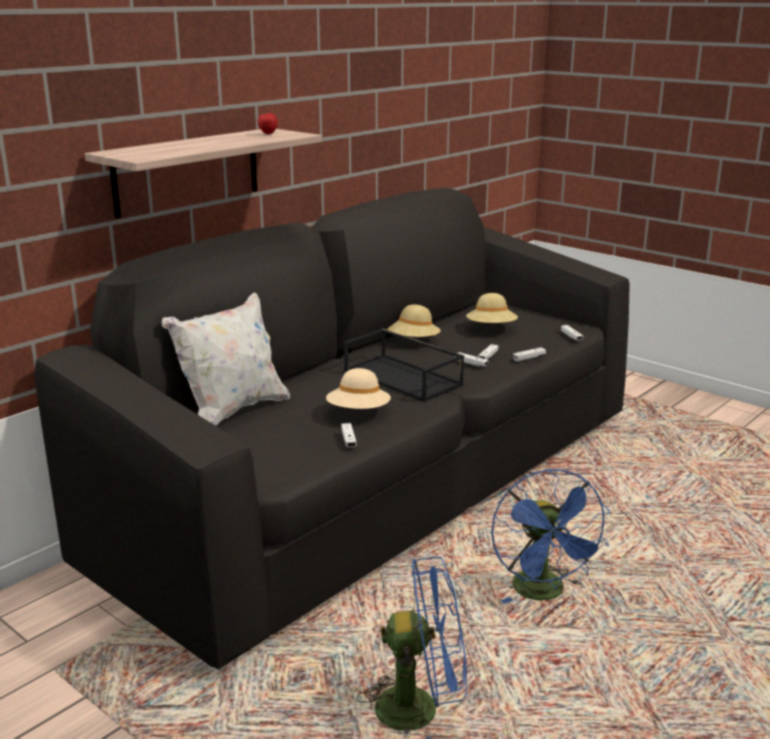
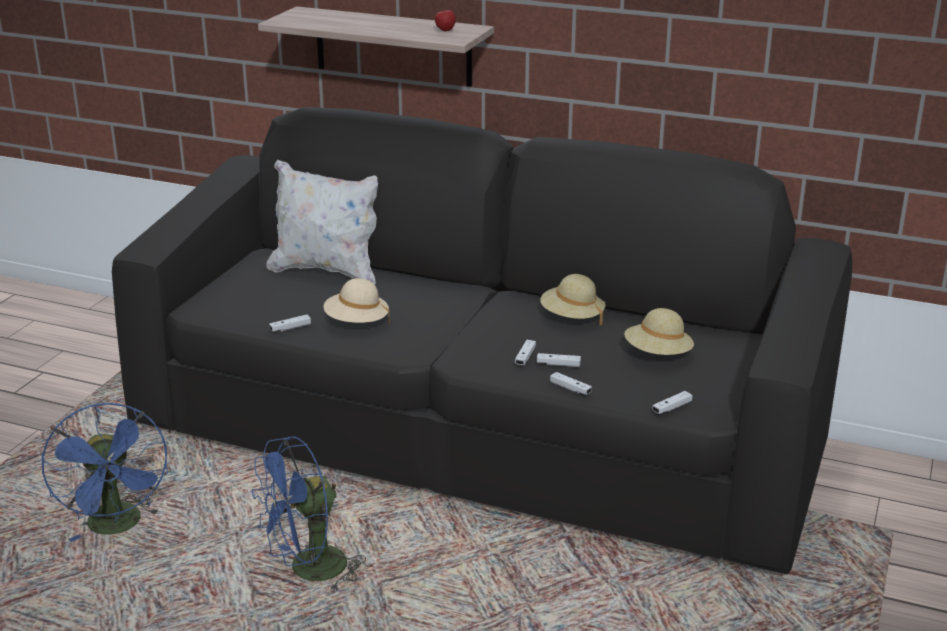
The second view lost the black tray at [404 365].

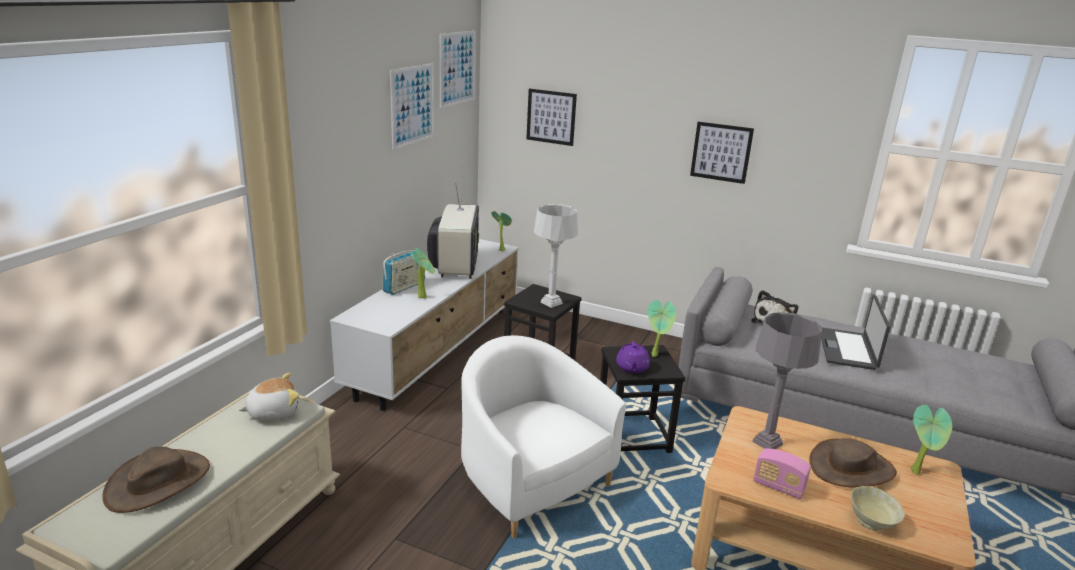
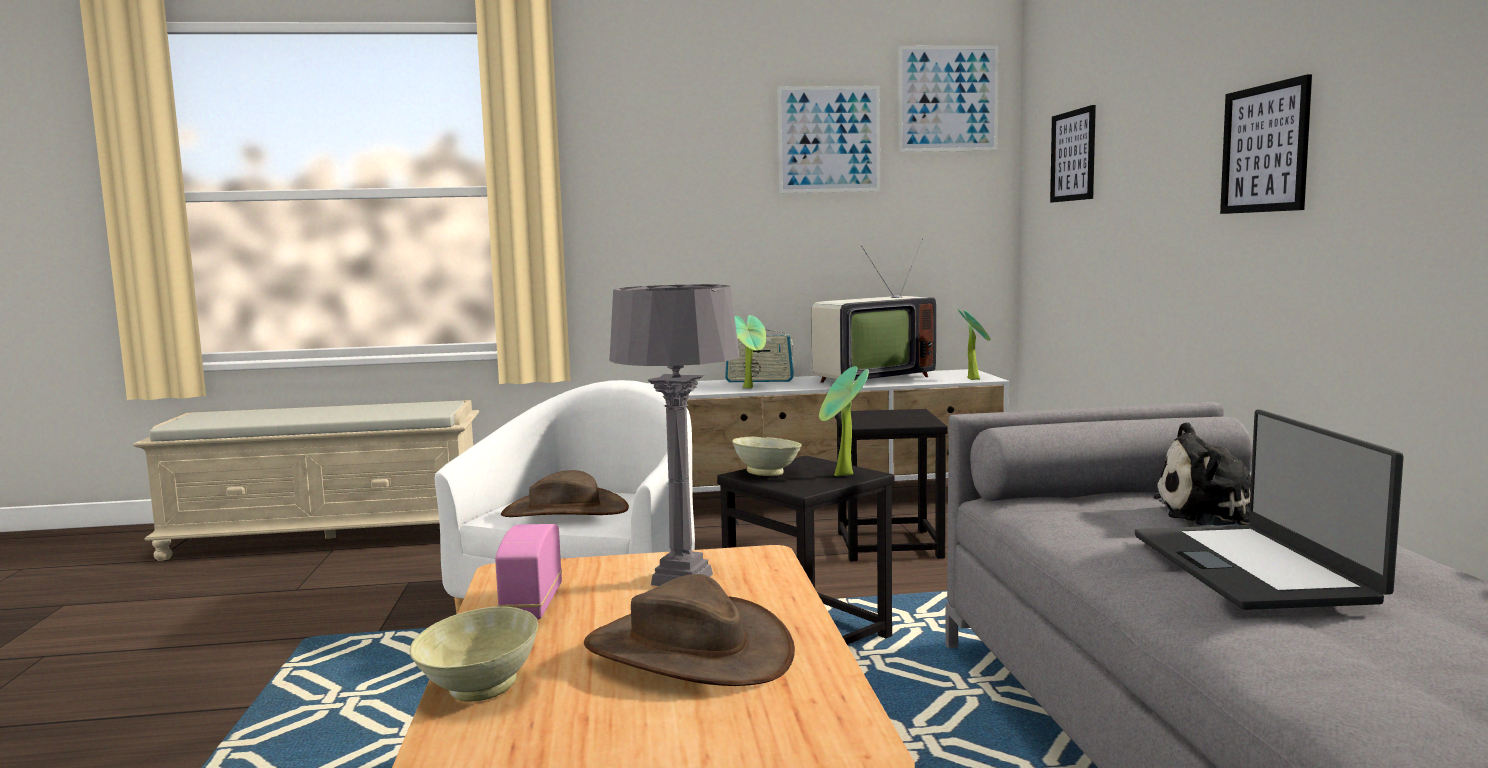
The brown hat ended up elsewhere, having gone from [156 479] to [565 493]. Where the purple teapot stood at [633 357], the beige bowl came to stand at [767 456]. The laptop at [855 332] ended up facing another way, 75 degrees counterclockwise from before. The second view lost the plush toy at [269 397]. The second view lost the grey table lamp at [556 256]. The second view lost the potted plant at [931 440].

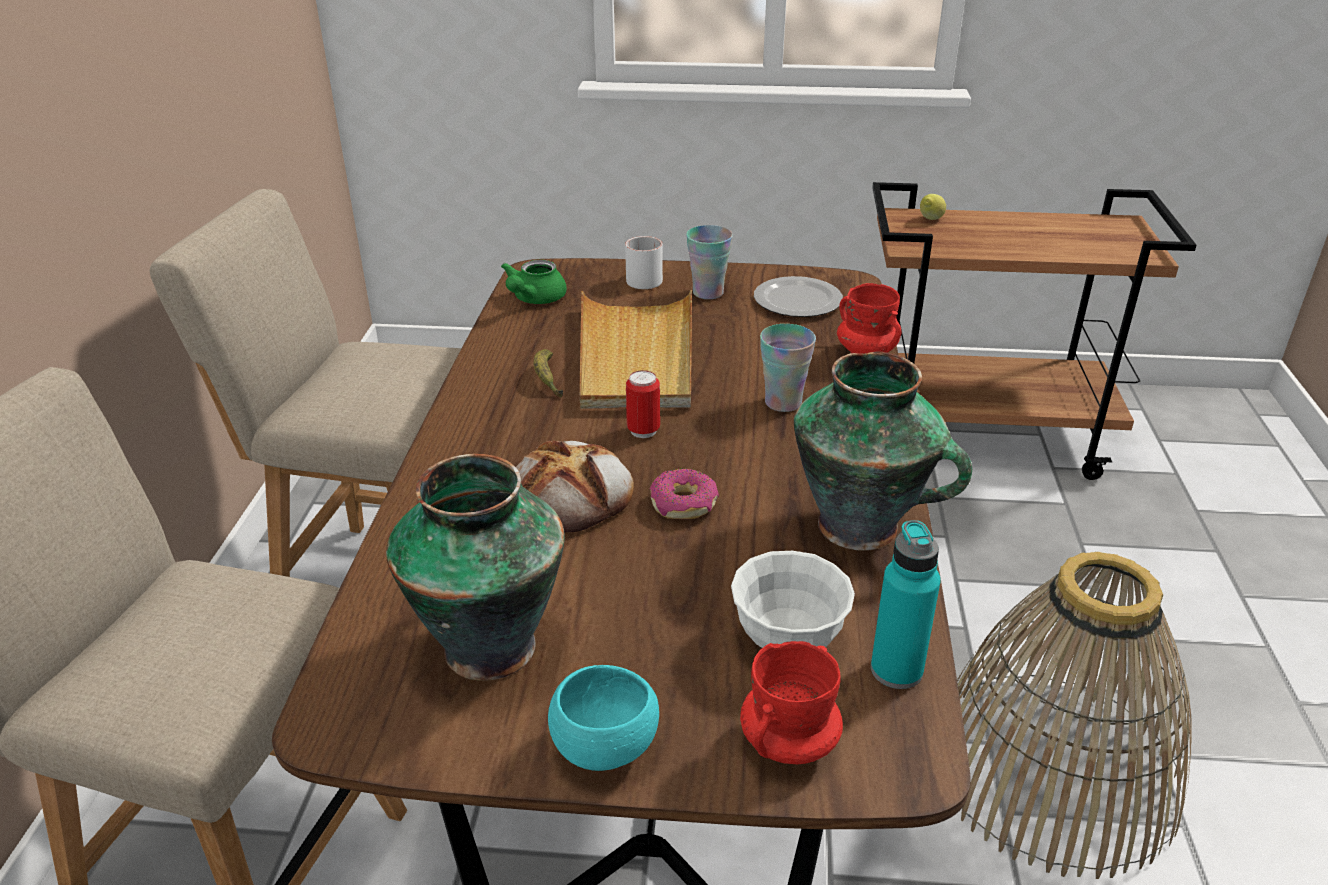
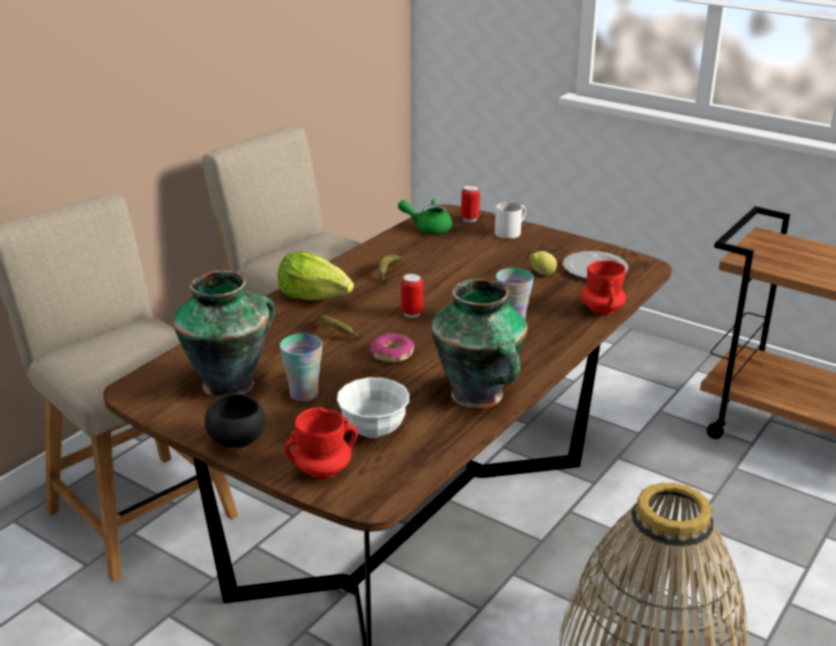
What was the turquoise bowl at [603 718] turned into the black bowl at [235 421]. The second view gained the lettuce at [316 275]. The cup ended up elsewhere, having gone from [709 262] to [301 367]. Where the bread stood at [575 486], the banana came to stand at [341 327]. The green teapot at [534 282] ended up facing another way, 45 degrees clockwise from before. The second view gained the can at [470 203]. The lemon ended up elsewhere, having gone from [933 207] to [543 263]. The second view lost the beige tray at [635 349]. The second view lost the turquoise bottle at [906 604].

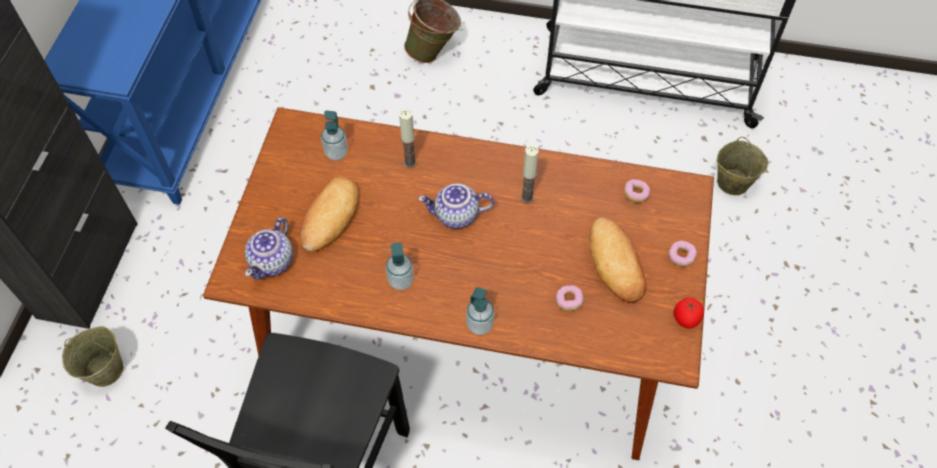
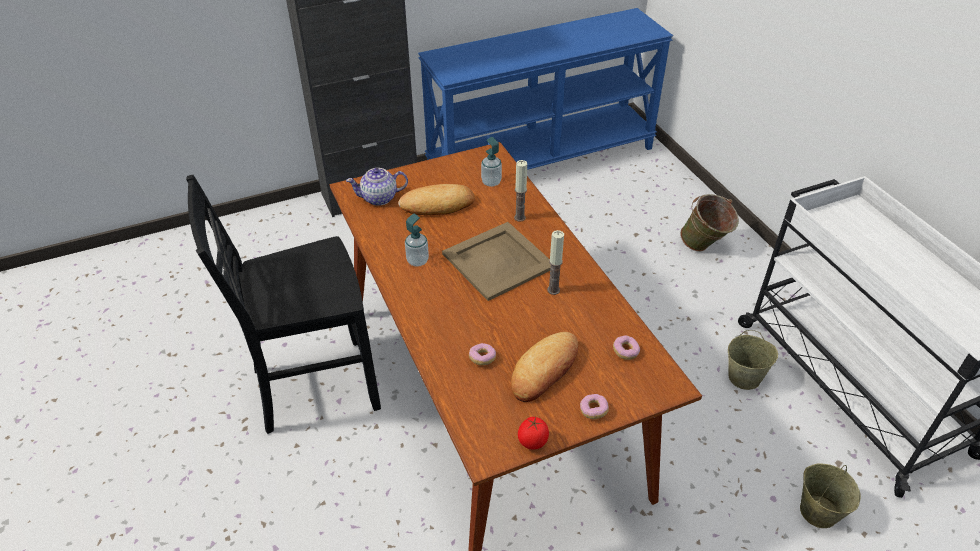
Where the teapot stood at [456 206], the beige tray came to stand at [496 261]. The beige bucket ended up elsewhere, having gone from [93 356] to [753 360]. The second view lost the soap dispenser at [480 311].

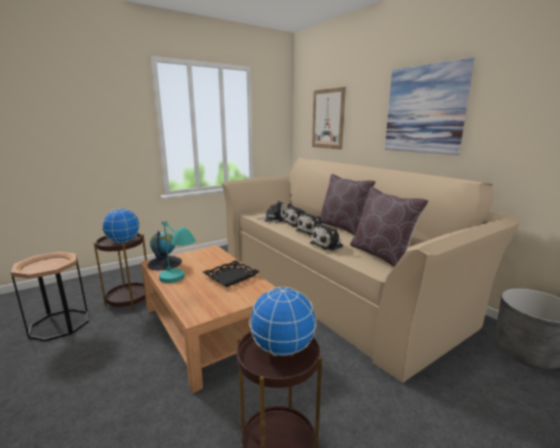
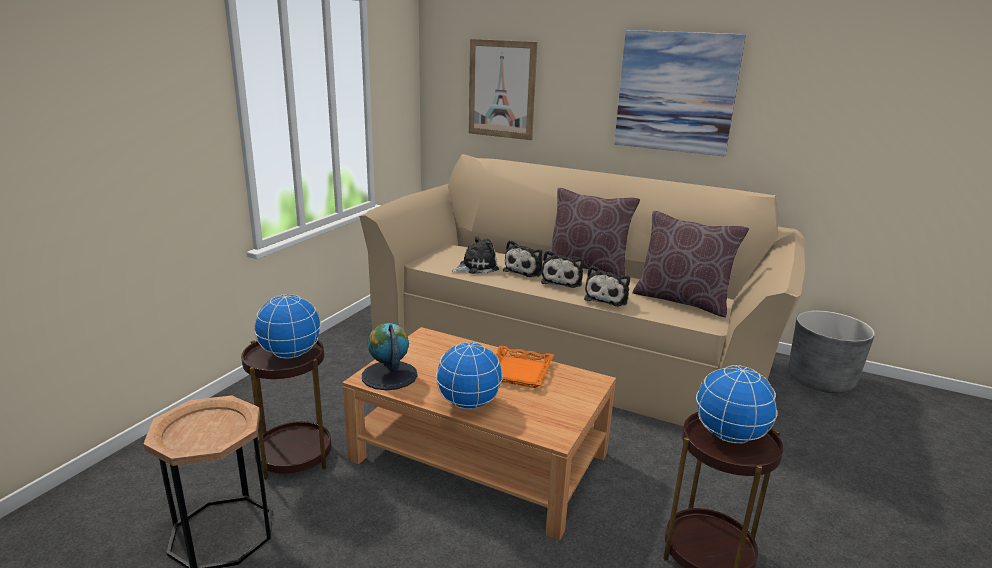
Where the turquoise table lamp stood at [177 252], the globe came to stand at [469 375]. What was the black tray at [231 273] turned into the orange tray at [524 367].

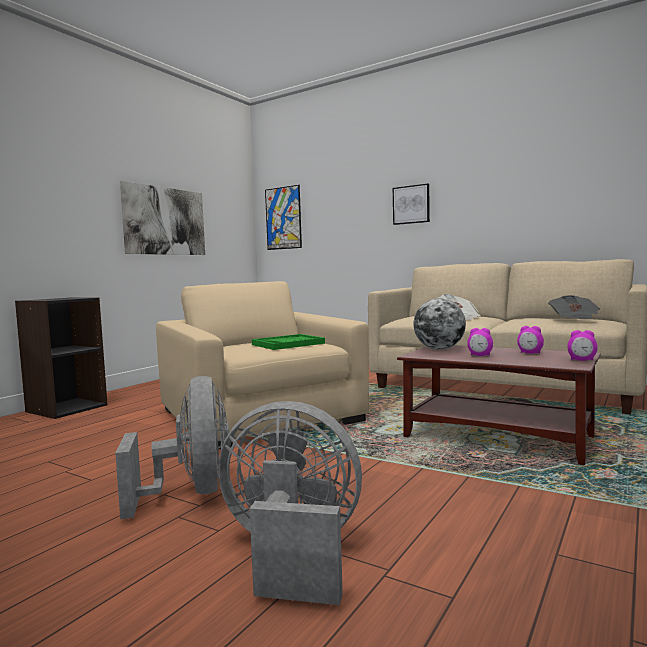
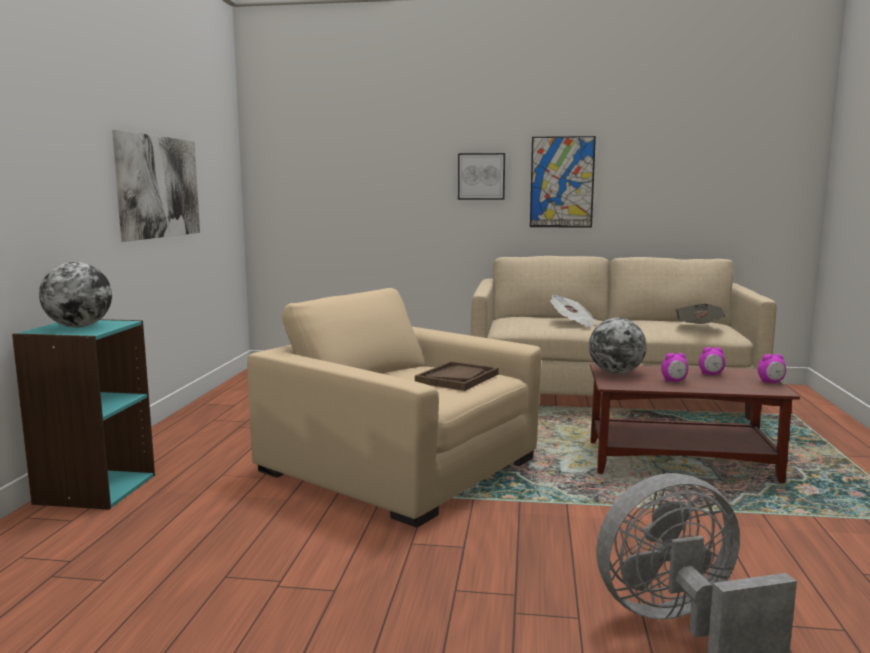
What was the black bookcase at [61 358] turned into the turquoise bookcase at [83 414]. The second view gained the globe at [75 294]. What was the green tray at [288 342] turned into the brown tray at [456 376]. The picture ended up elsewhere, having gone from [283 217] to [563 182]. The second view lost the grey fan at [172 447].

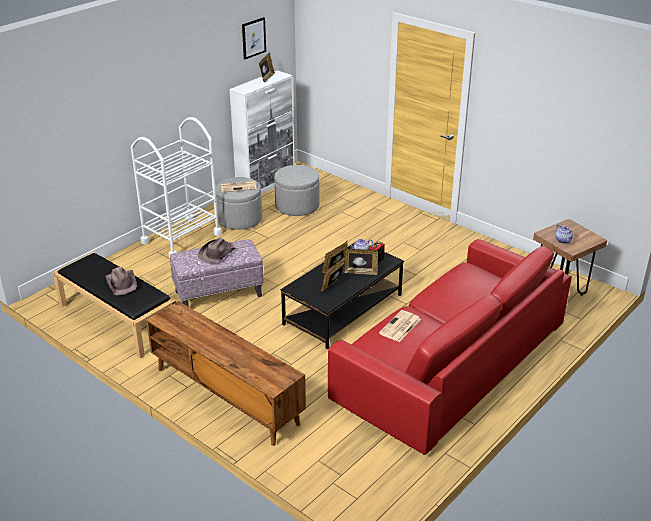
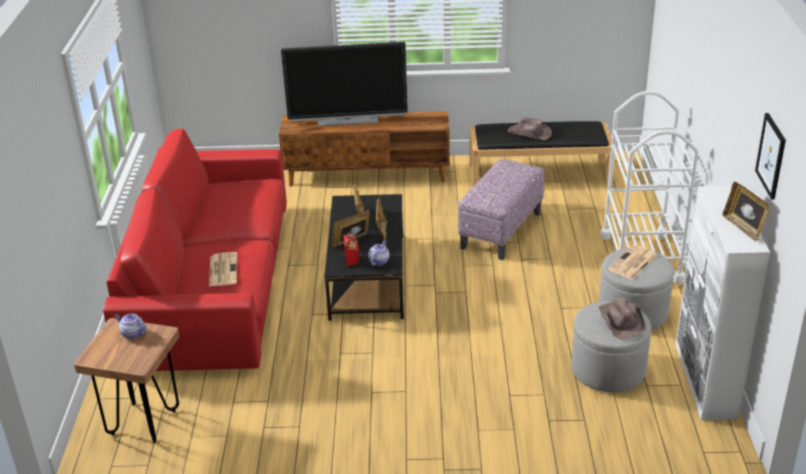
The newspaper ended up elsewhere, having gone from [400 326] to [223 269]. The second view gained the television at [344 84]. The brown hat ended up elsewhere, having gone from [217 250] to [622 318].

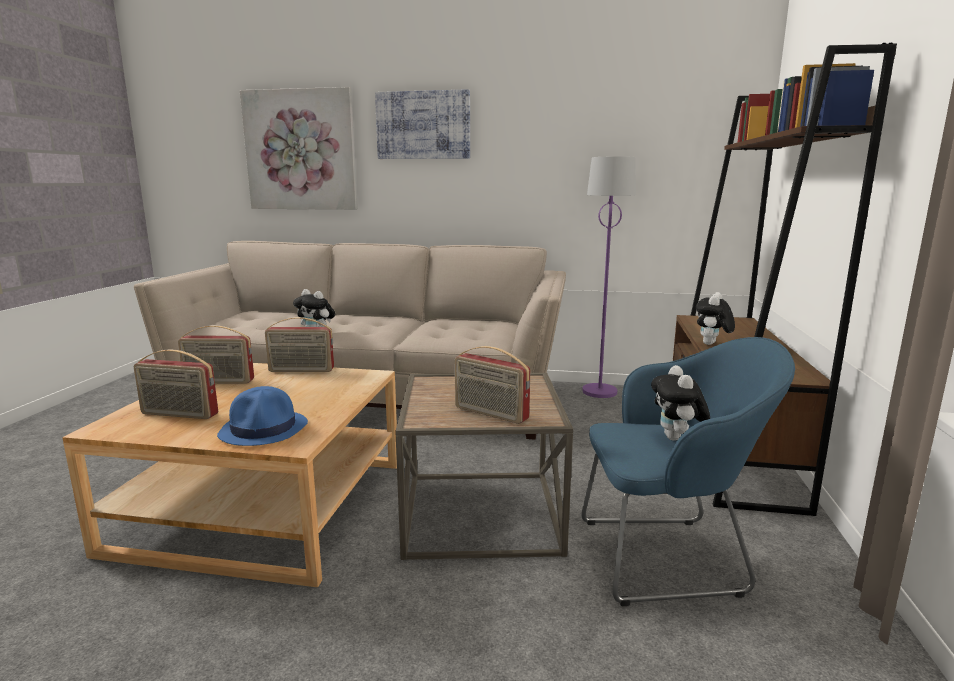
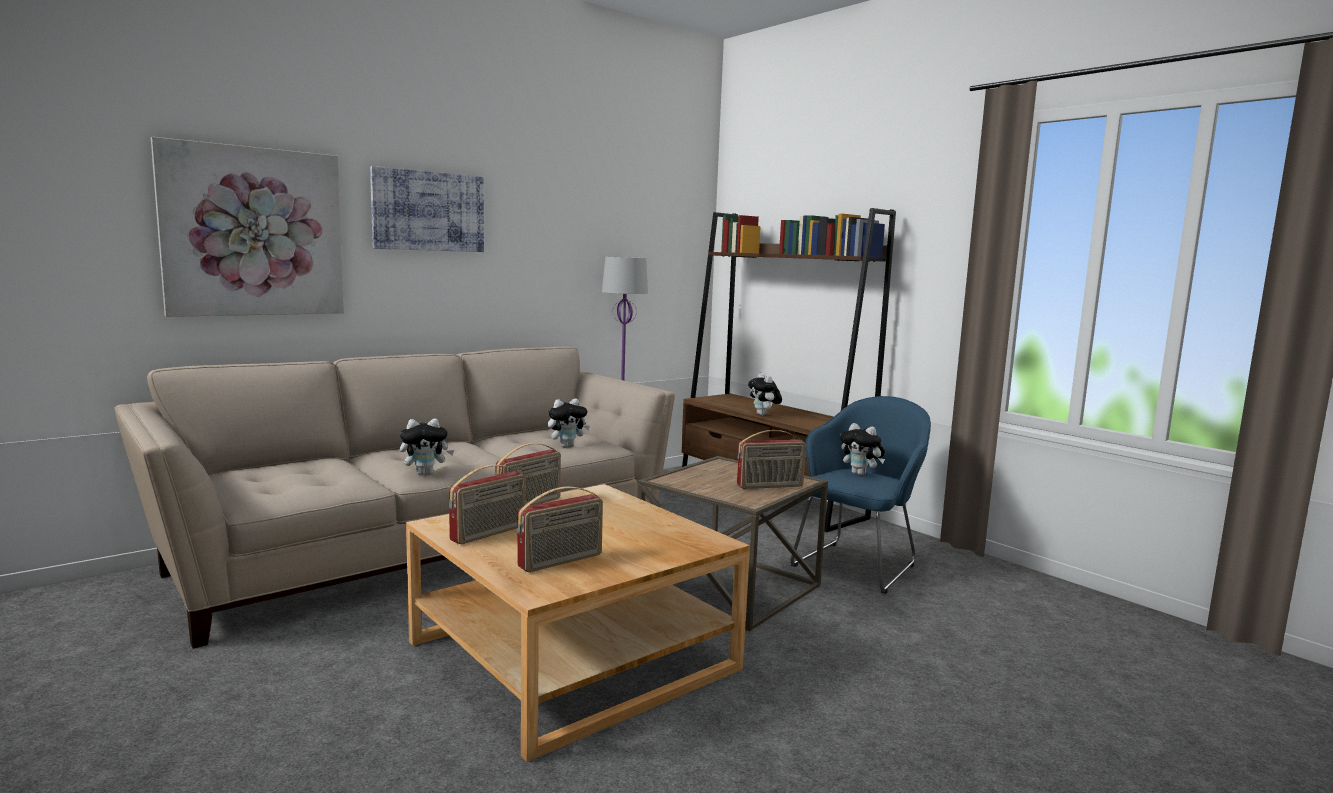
The second view gained the plush toy at [569 423]. The second view lost the blue hat at [262 416].

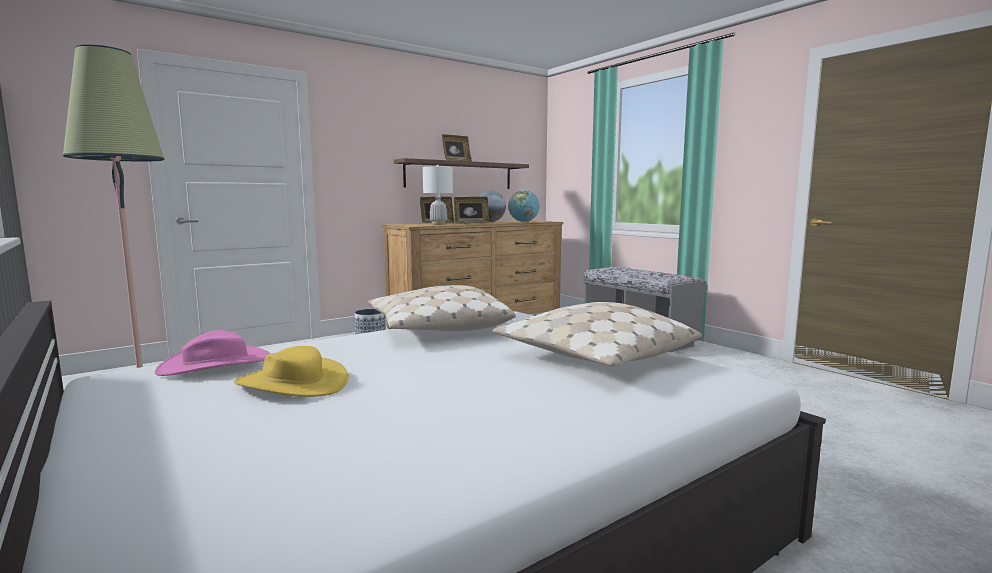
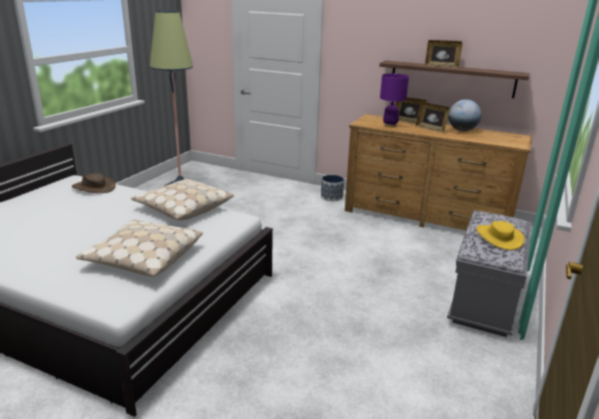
What was the pink hat at [213 353] turned into the brown hat at [94 183]. What was the white table lamp at [438 195] turned into the purple table lamp at [394 100]. The yellow hat ended up elsewhere, having gone from [291 371] to [500 235]. The second view lost the globe at [524 206].

